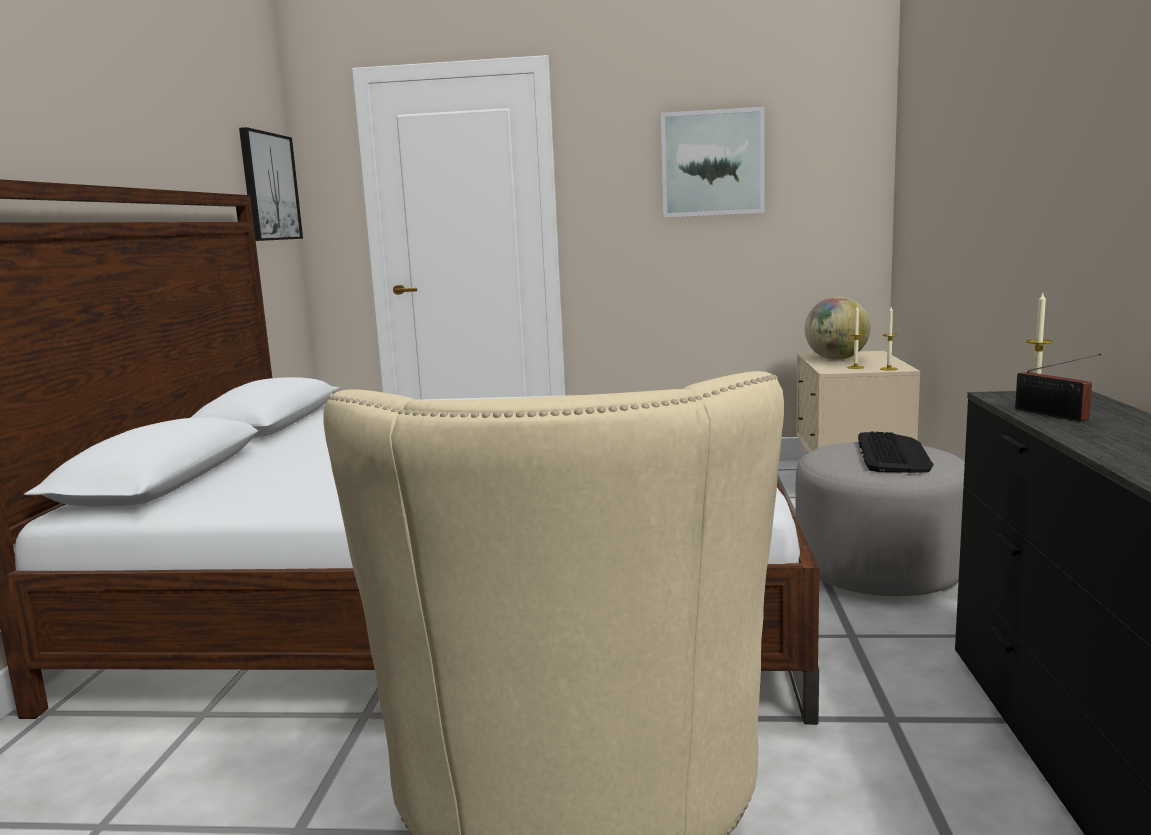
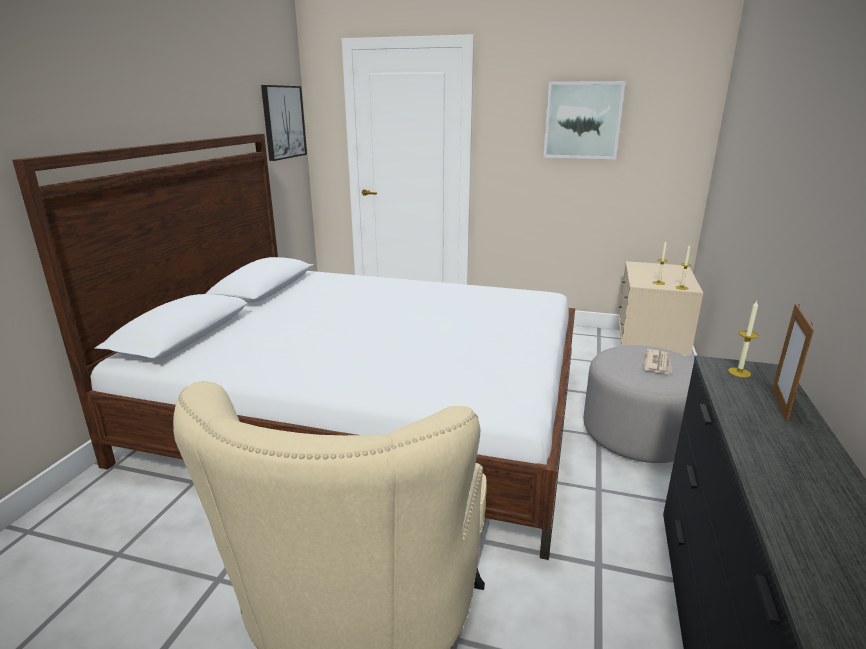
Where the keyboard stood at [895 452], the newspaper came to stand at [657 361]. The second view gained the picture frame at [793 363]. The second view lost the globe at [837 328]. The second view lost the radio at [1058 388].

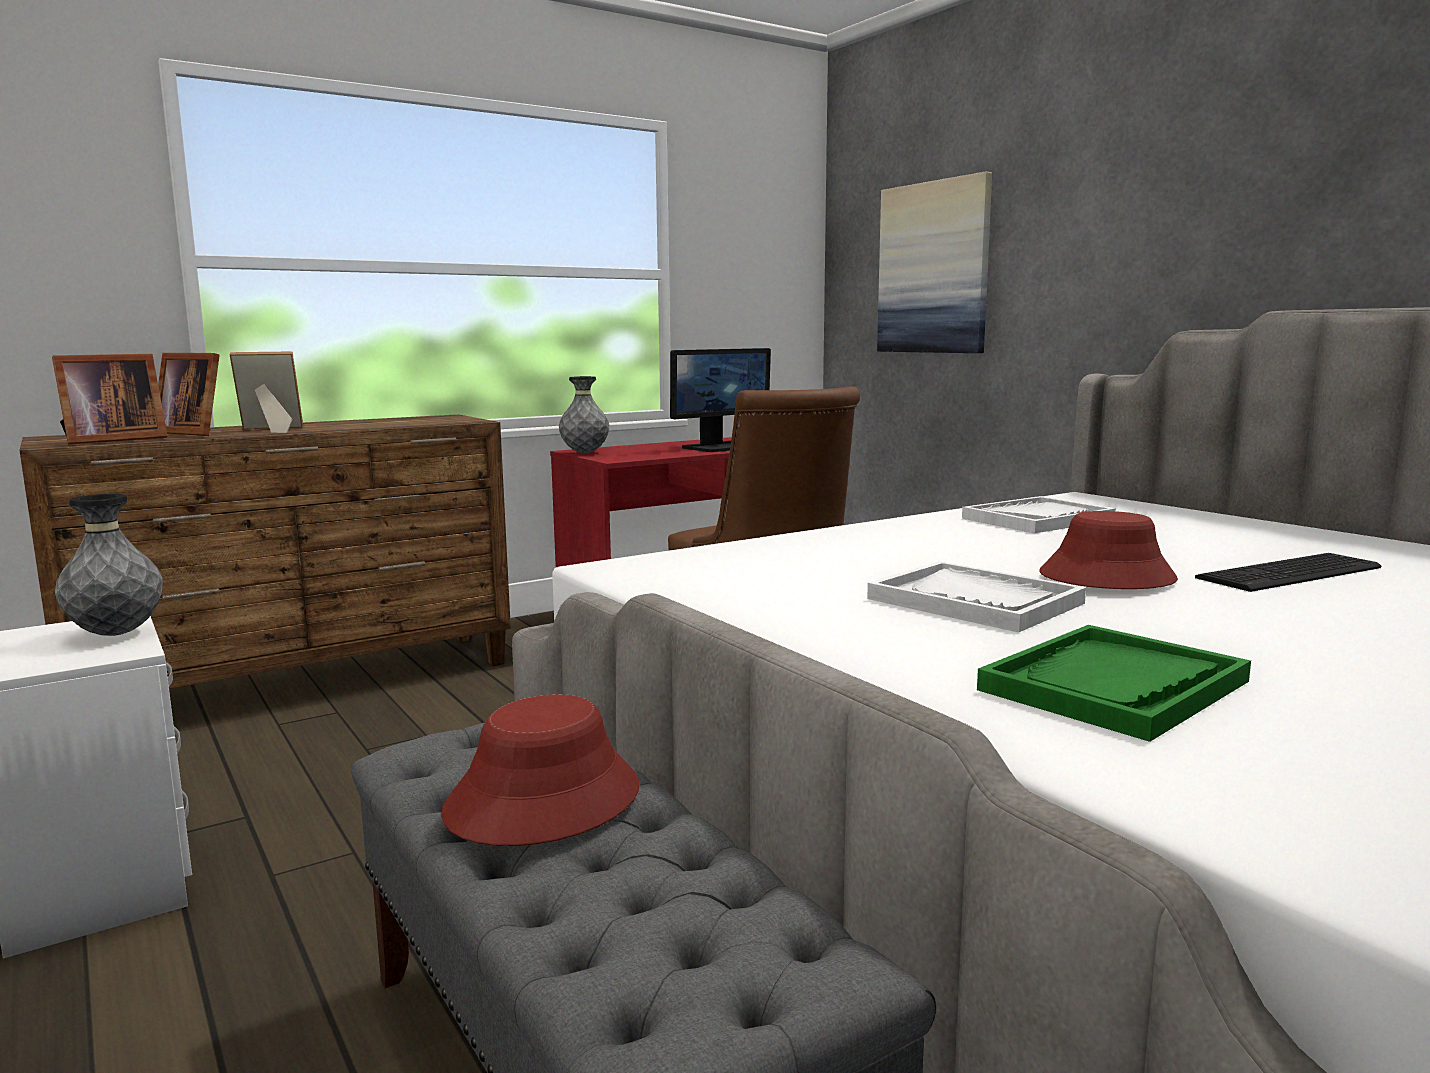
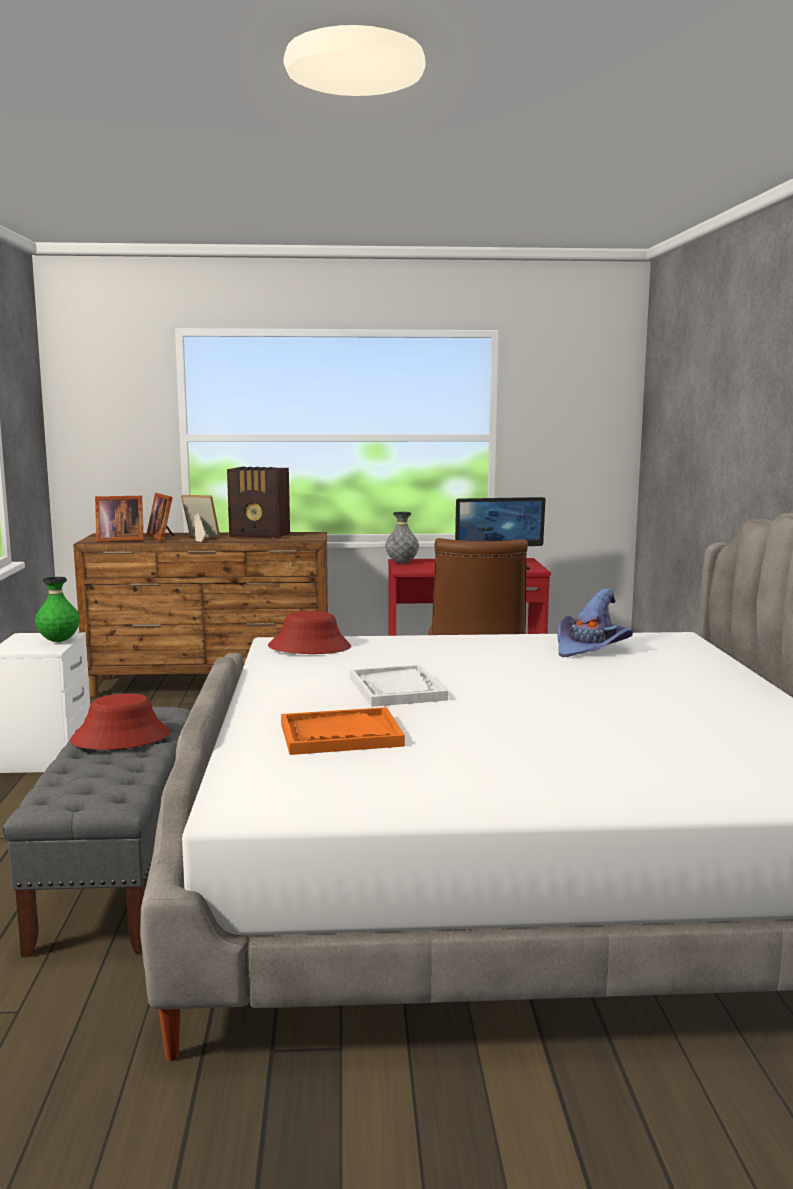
What was the grey vase at [109 565] turned into the green vase at [57 609]. The second view gained the radio at [258 503]. The red hat ended up elsewhere, having gone from [1108 550] to [309 632]. What was the green tray at [1114 683] turned into the orange tray at [343 731]. Where the white tray stood at [1039 514], the purple hat came to stand at [595 623]. The second view lost the picture at [934 262]. The second view lost the keyboard at [1288 572].

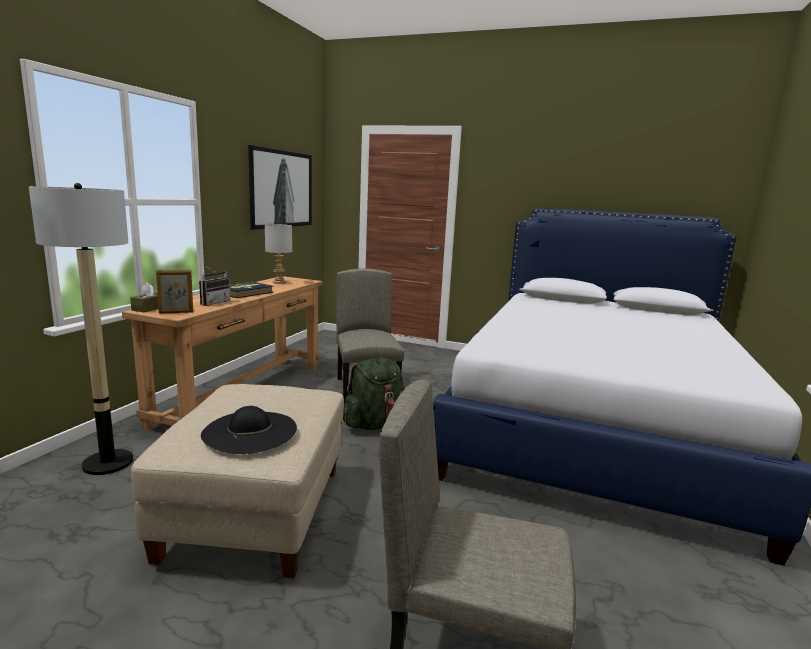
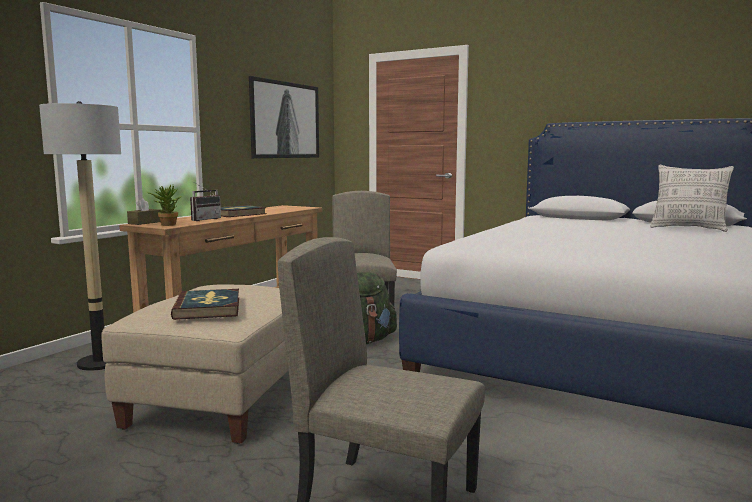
Where the picture frame stood at [174 291], the potted plant came to stand at [164 205]. Where the black hat stood at [249 430], the book came to stand at [205 304]. The second view gained the pillow at [692 198]. The second view lost the grey table lamp at [278 254].

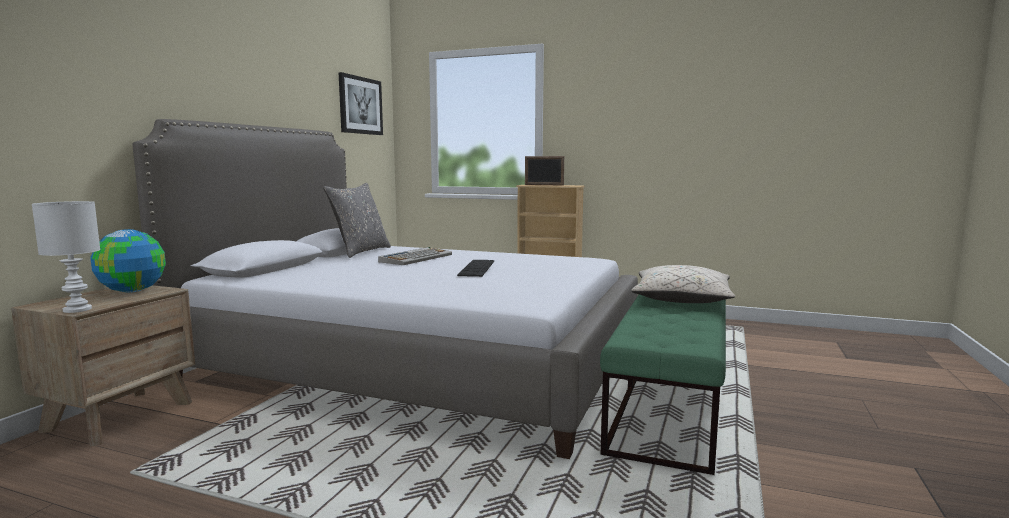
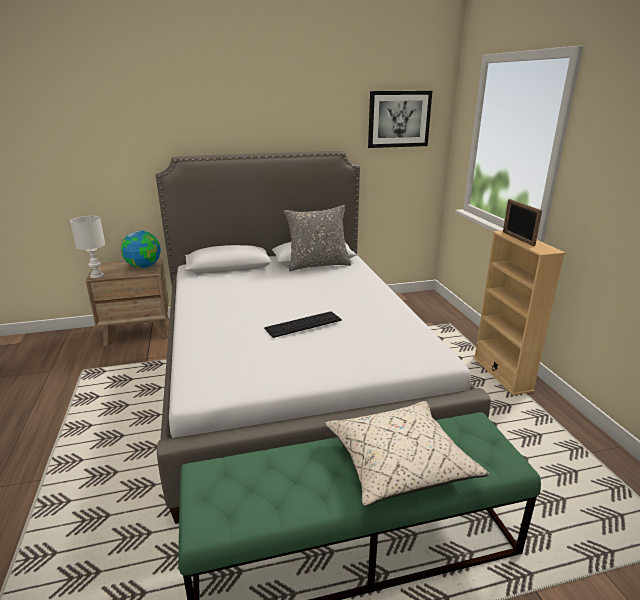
The second view lost the keyboard at [415 256].

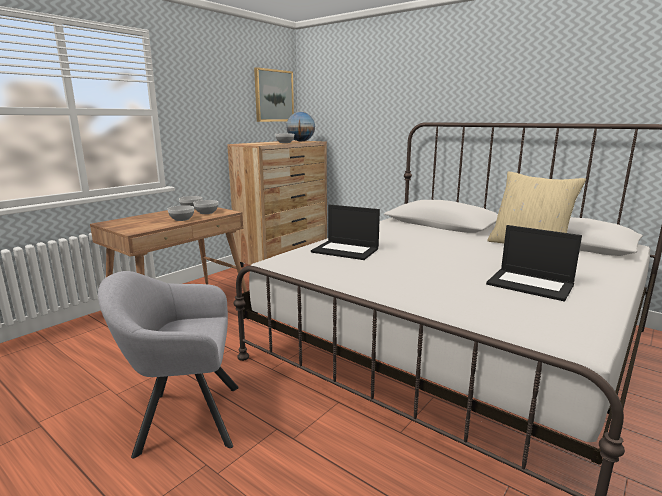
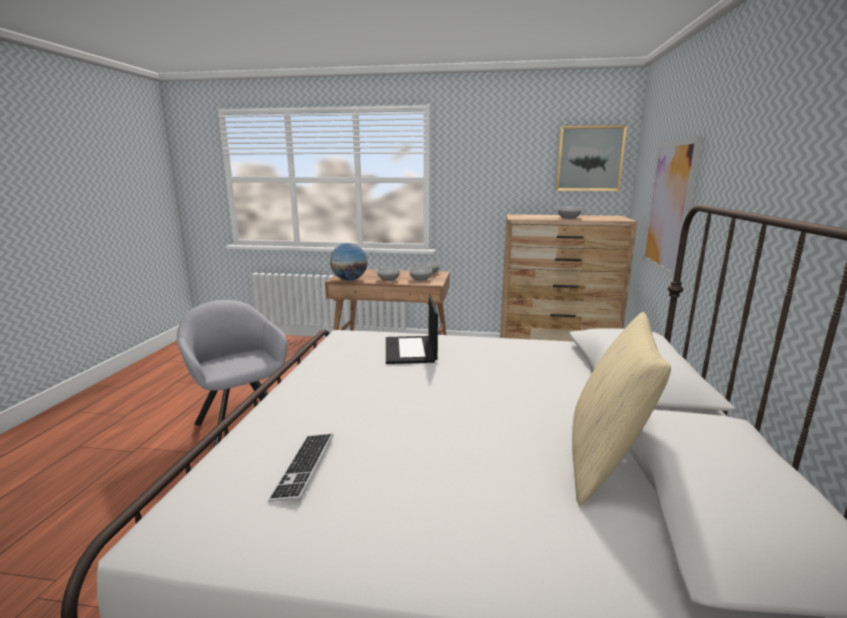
The second view gained the keyboard at [300 468]. The globe ended up elsewhere, having gone from [300 127] to [349 261]. The second view gained the picture at [672 207]. The second view lost the laptop at [534 263].

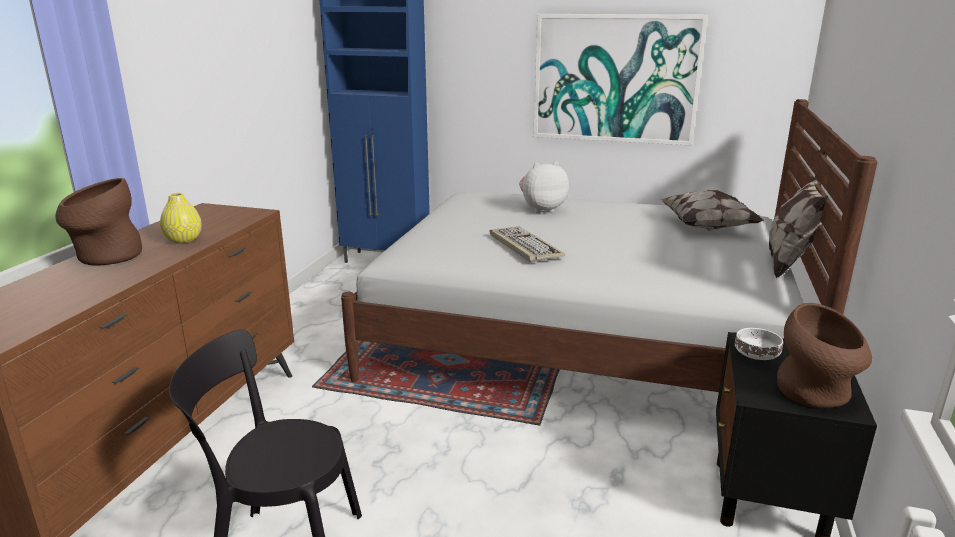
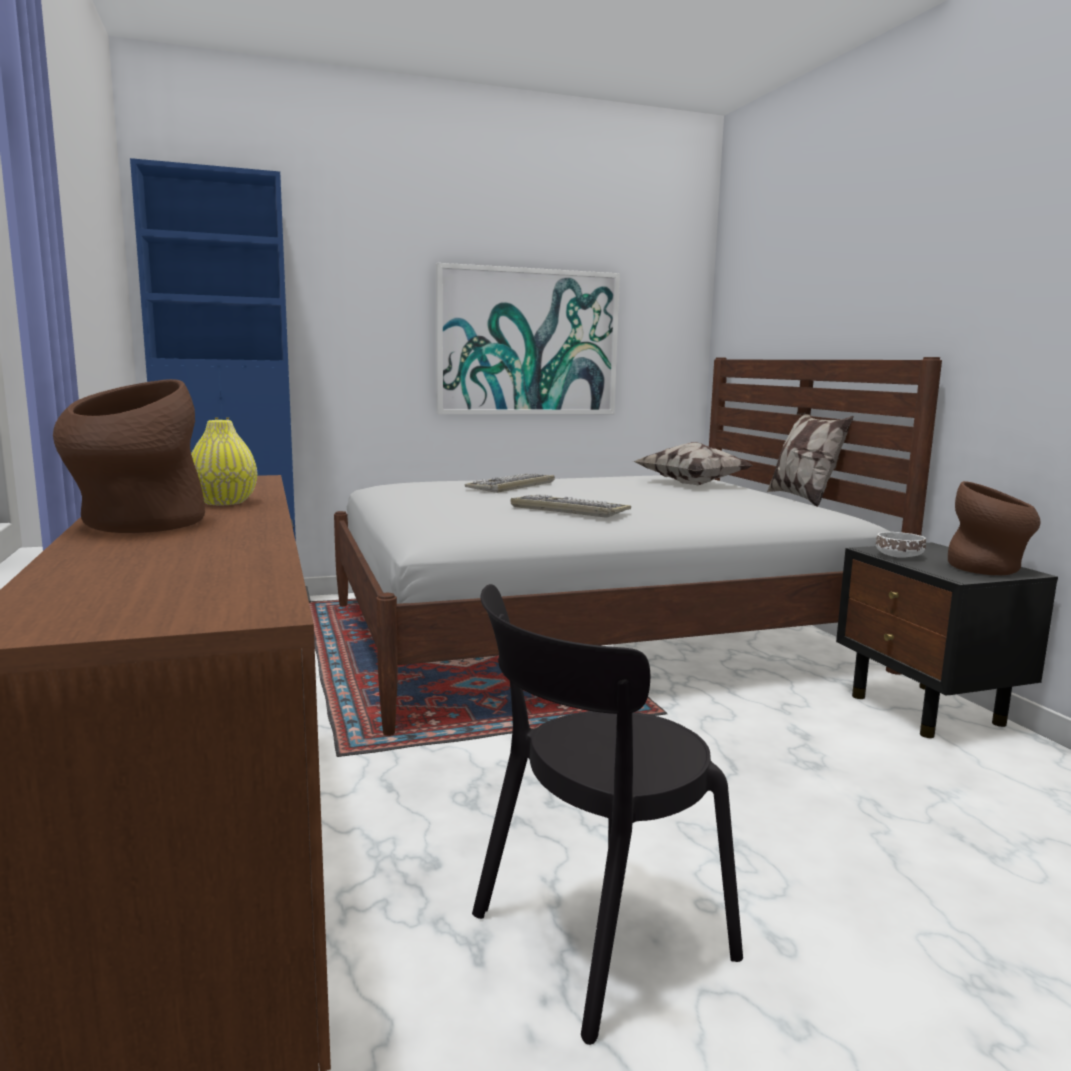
Where the plush toy stood at [544 187], the keyboard came to stand at [510 483].

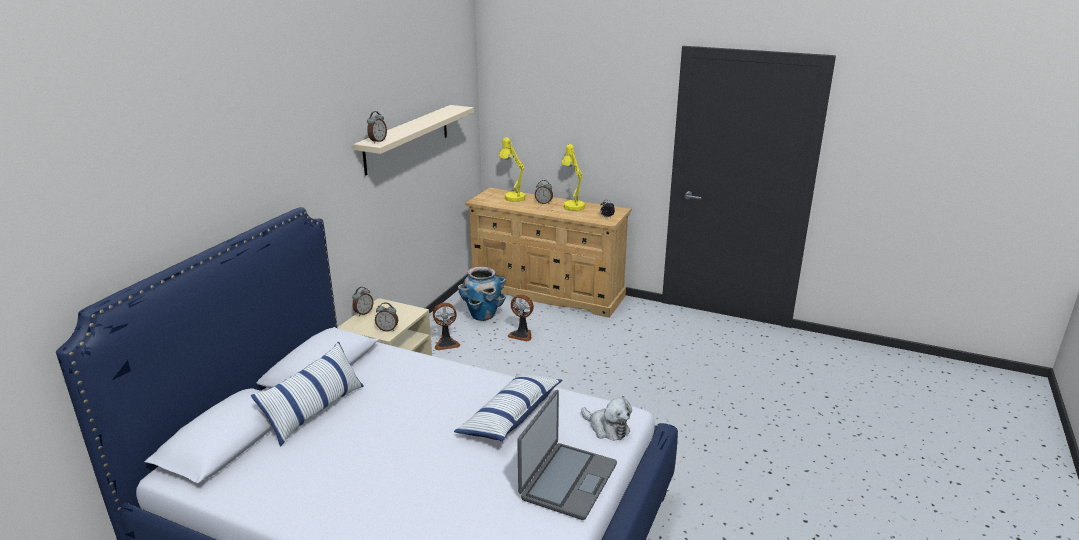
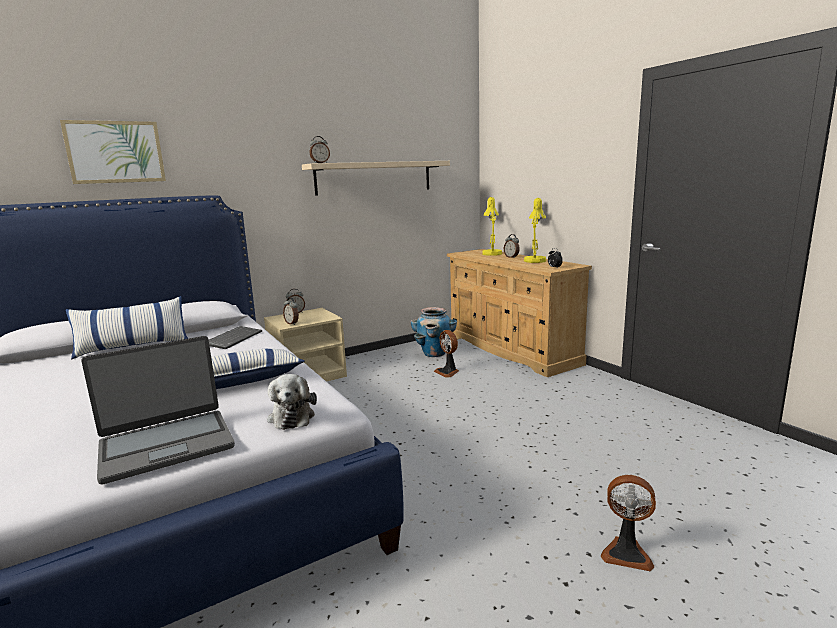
The second view gained the picture at [113 152]. The second view gained the keyboard at [235 337]. The fan ended up elsewhere, having gone from [446 326] to [628 523].

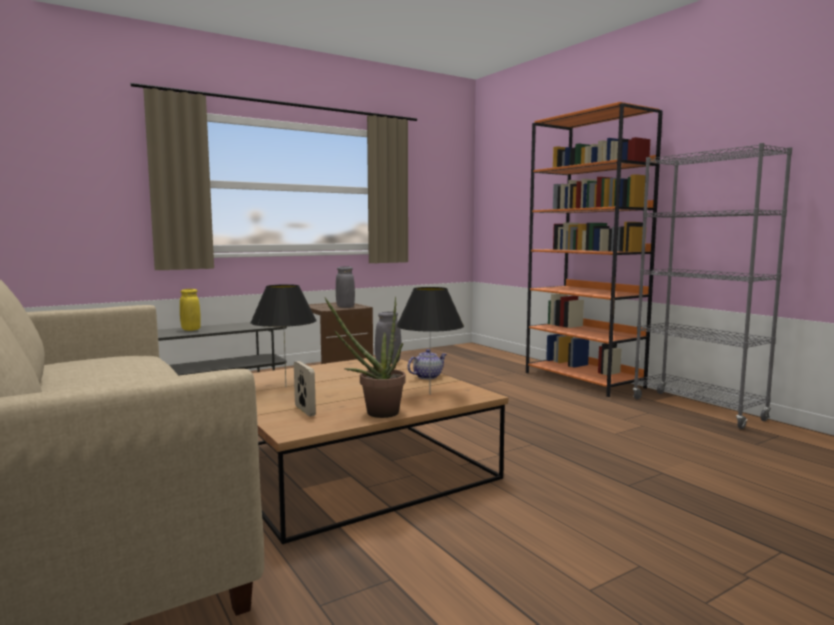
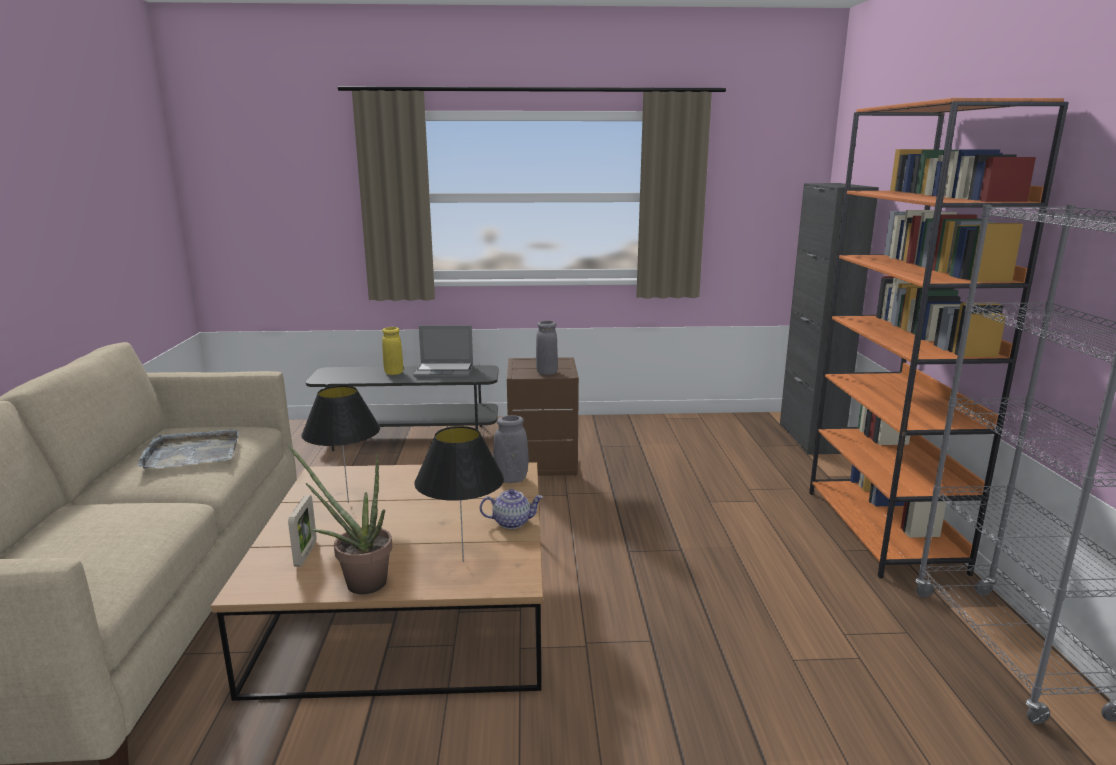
The second view gained the grey tray at [188 449]. The second view gained the laptop at [443 351]. The second view gained the black cabinet at [829 318].

